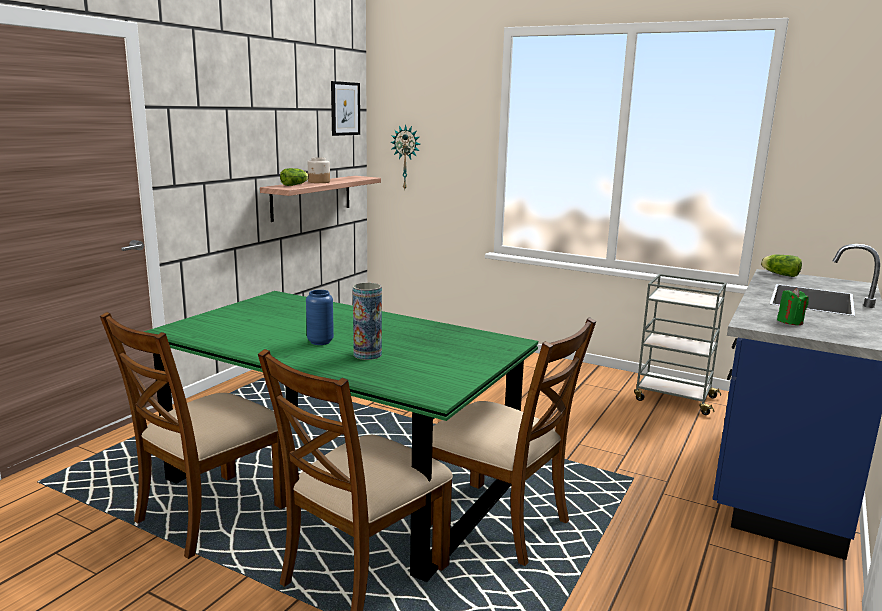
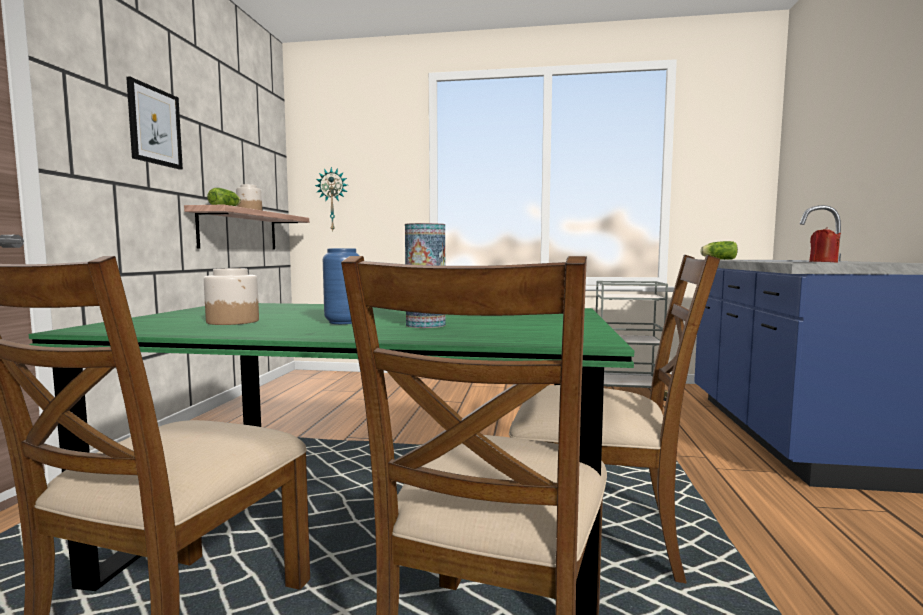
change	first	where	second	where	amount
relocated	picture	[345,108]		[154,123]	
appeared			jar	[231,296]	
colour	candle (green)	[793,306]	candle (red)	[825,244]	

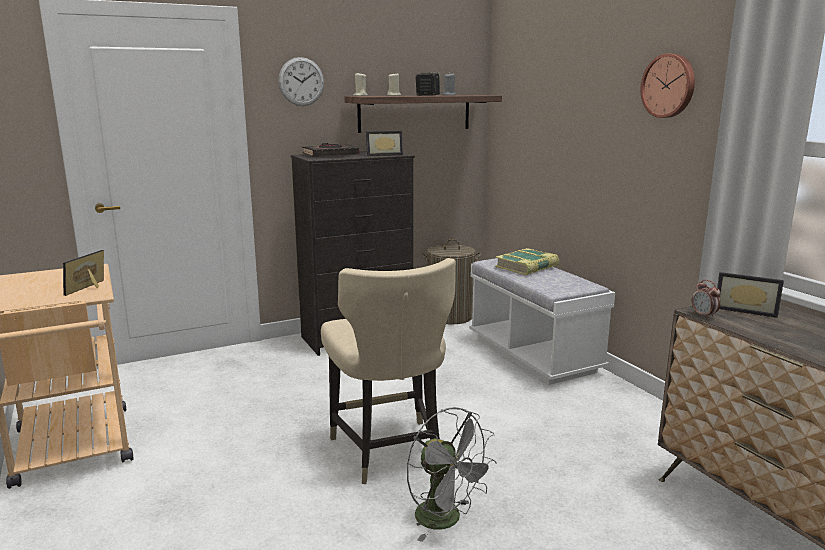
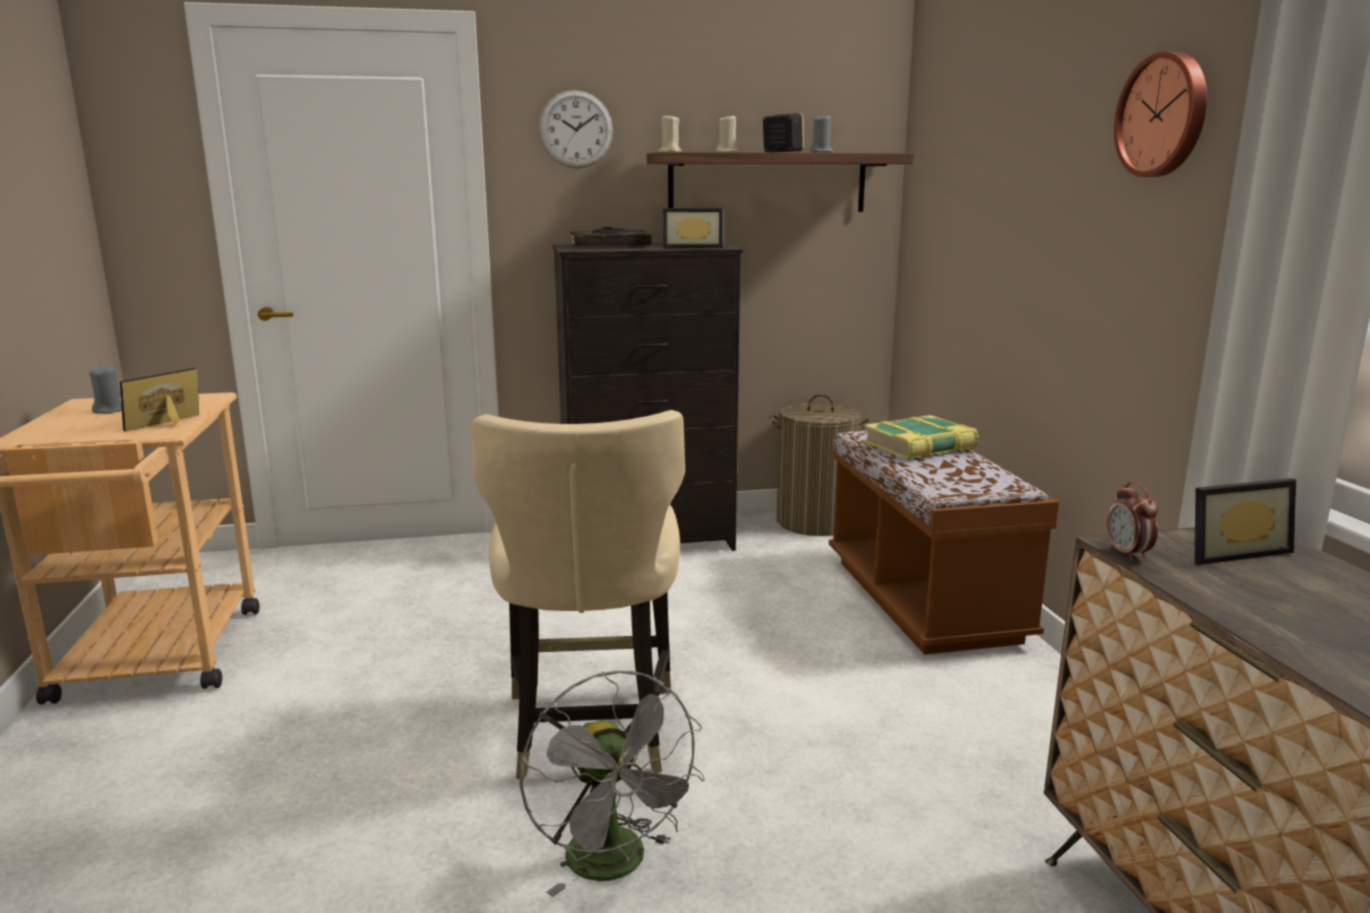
change	first	where	second	where	amount
appeared			candle (grey)	[105,389]	
colour	bench (white)	[542,321]	bench (brown)	[944,542]	
spun	picture frame	[750,295]		[1245,521]	60 degrees counterclockwise

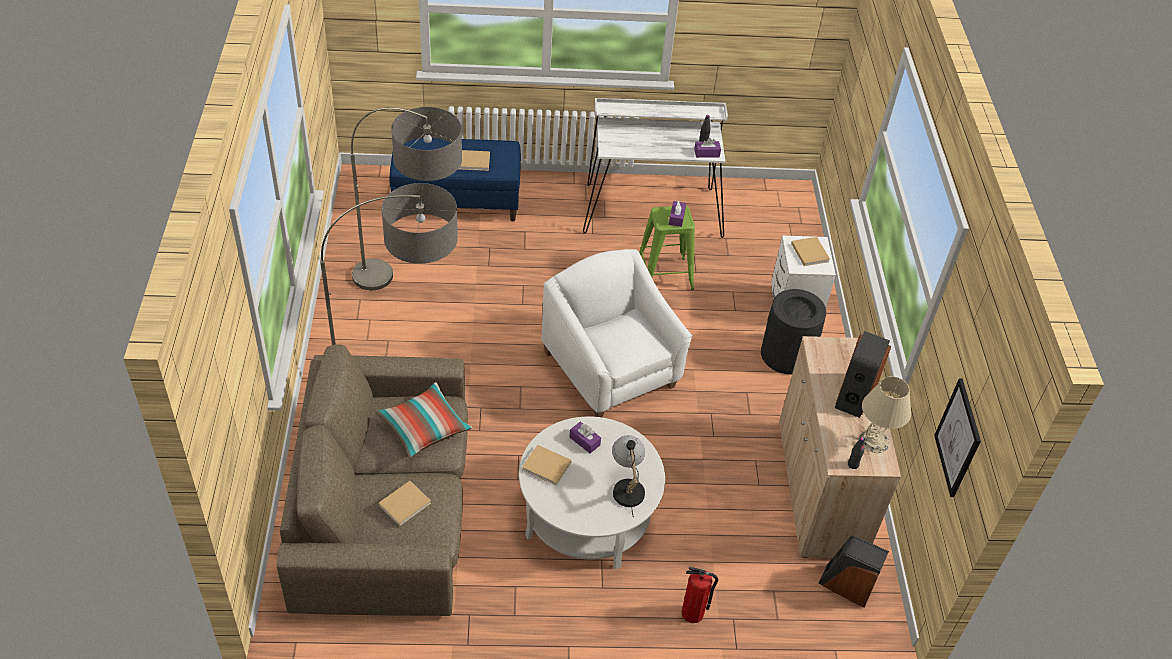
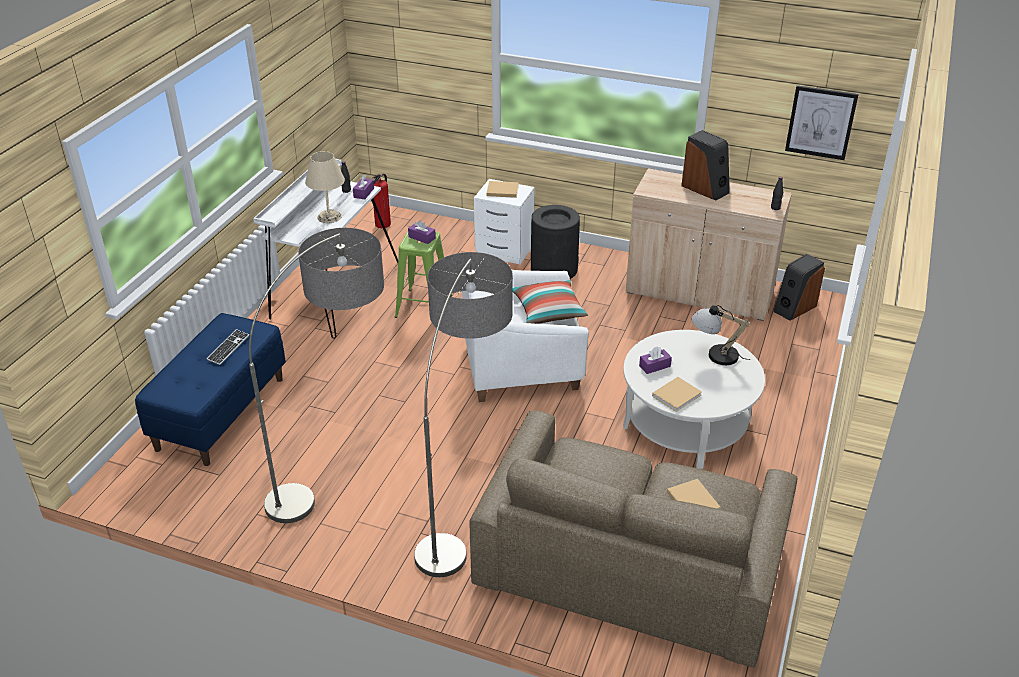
change	first	where	second	where	amount
exchanged	book (beige)	[474,160]	keyboard	[228,347]	
relocated	table lamp (beige)	[885,414]		[325,187]	
relocated	fire extinguisher	[700,595]		[381,200]	
relocated	pillow	[423,420]		[550,302]	

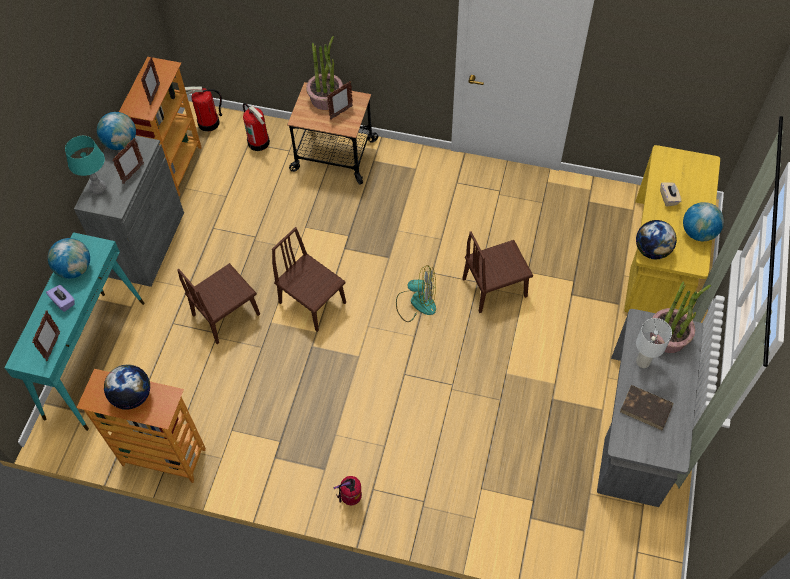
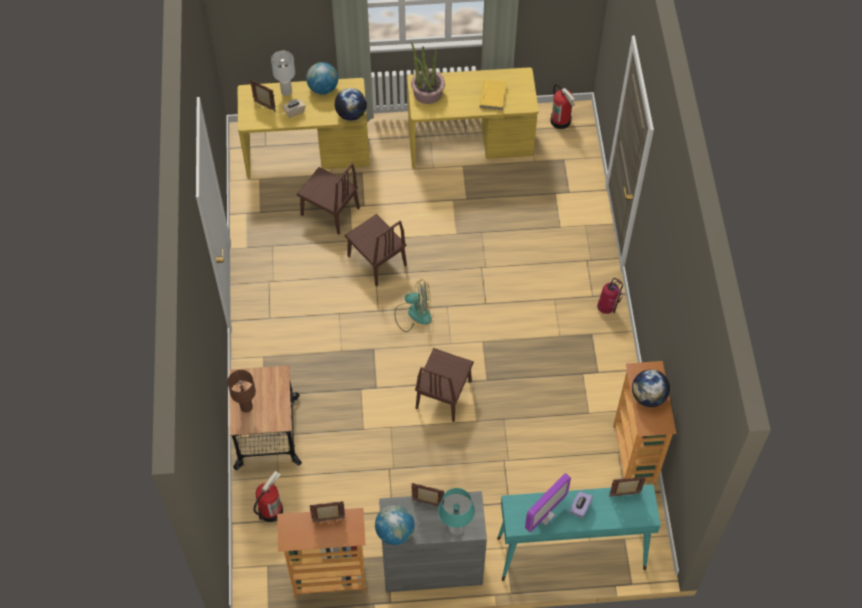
change	first	where	second	where	amount
exchanged	potted plant	[324,73]	table lamp (brown)	[241,391]	
relocated	picture frame	[340,100]		[263,95]	
relocated	table lamp (white)	[654,343]		[283,73]	
relocated	chair (brown)	[218,303]		[328,199]	
spun	fan	[416,293]		[413,305]	105 degrees clockwise
colour	desk (grey)	[650,408]	desk (yellow)	[473,118]	
colour	book (brown)	[647,407]	book (yellow)	[493,95]	
exchanged	globe	[69,258]	monitor	[548,502]	
relocated	fire extinguisher	[203,109]		[562,106]	

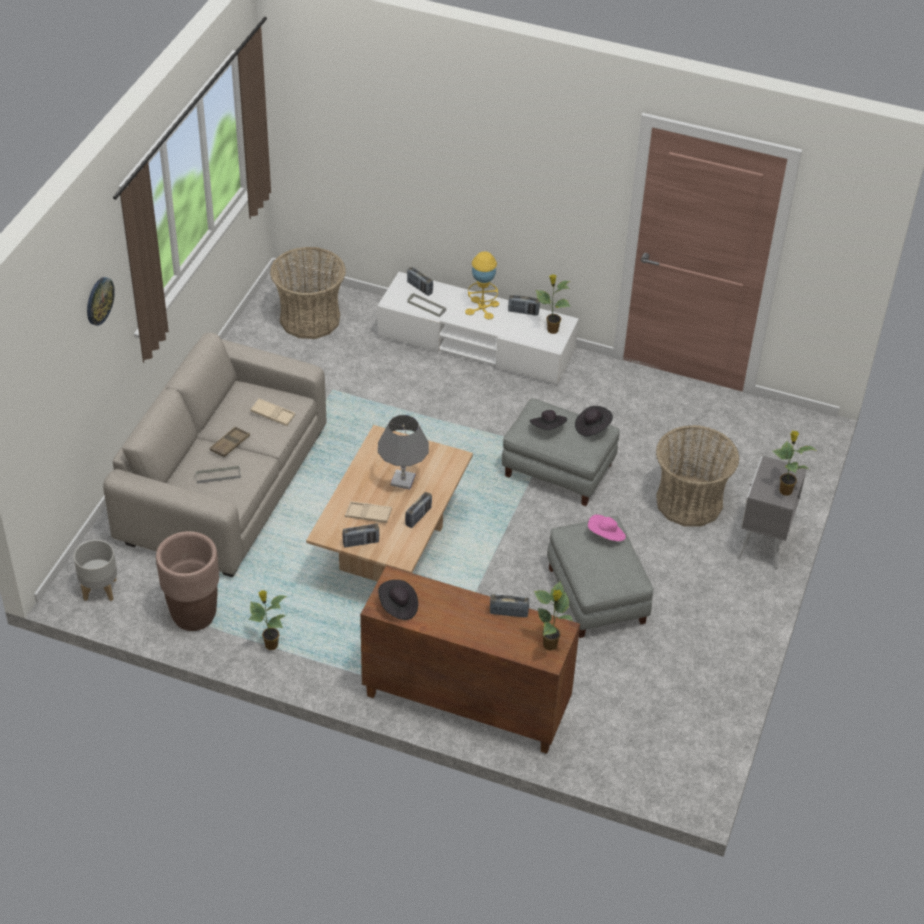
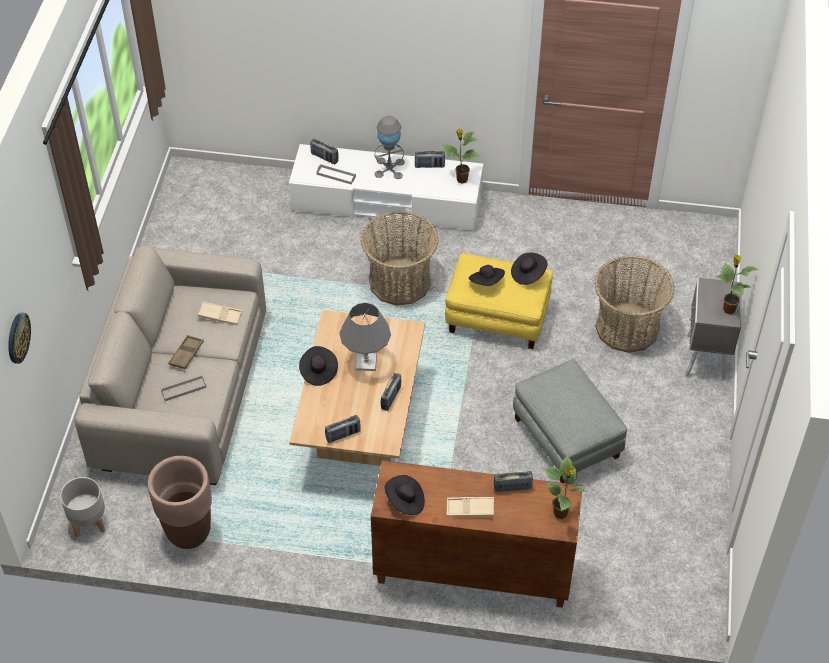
change	first	where	second	where	amount
relocated	wall clock	[101,301]		[19,338]	
appeared			hat (black)	[318,366]	
relocated	basket	[308,293]		[400,258]	
colour	table lamp (yellow)	[482,285]	table lamp (grey)	[389,147]	
colour	ottoman (grey)	[561,452]	ottoman (yellow)	[499,301]	
relocated	tray (beige)	[368,512]		[470,507]	
missing	potted plant	[267,620]			
missing	hat (pink)	[607,528]			

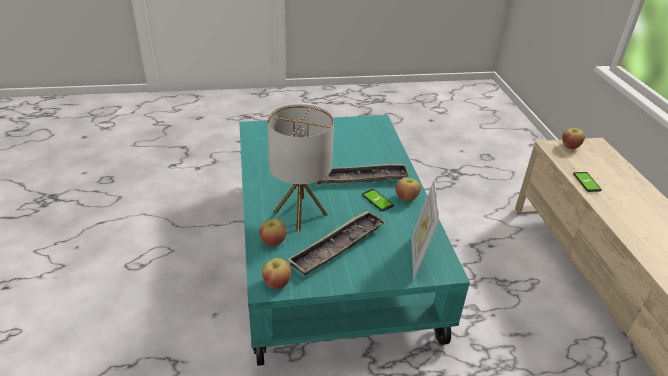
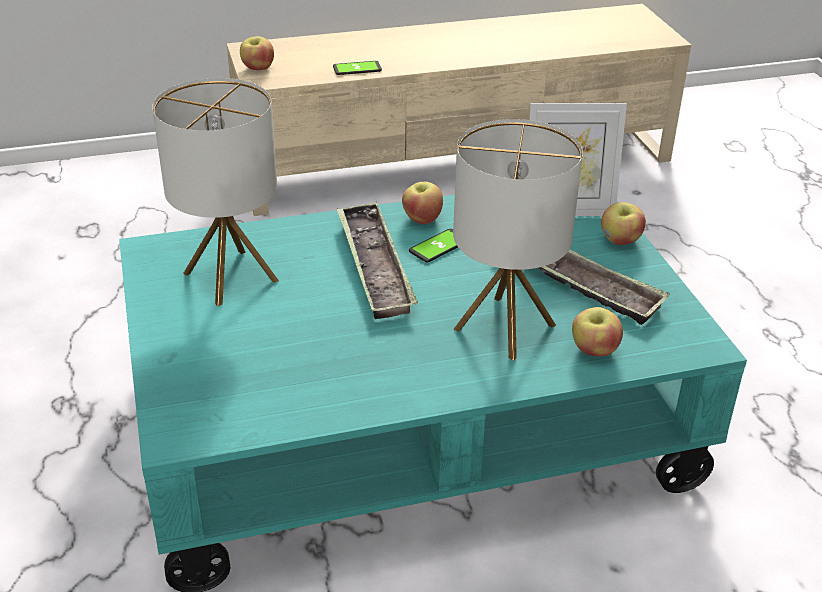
change	first	where	second	where	amount
appeared			table lamp	[215,192]	
relocated	apple	[276,273]		[623,223]	

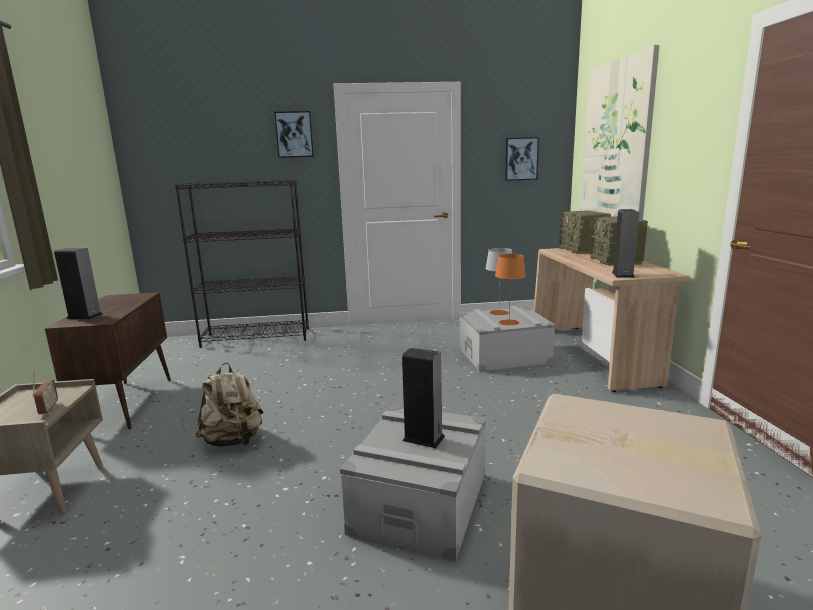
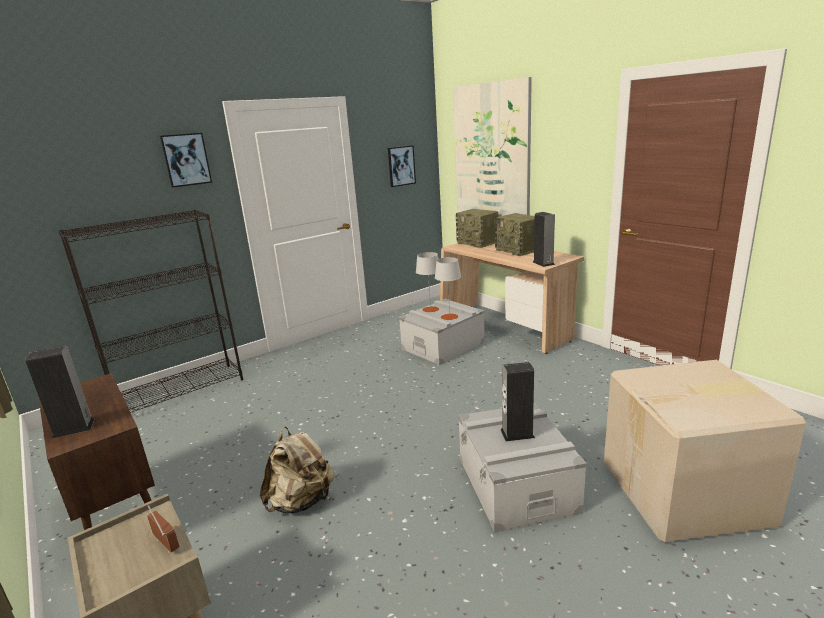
change	first	where	second	where	amount
colour	table lamp (orange)	[510,290]	table lamp (grey)	[448,288]	

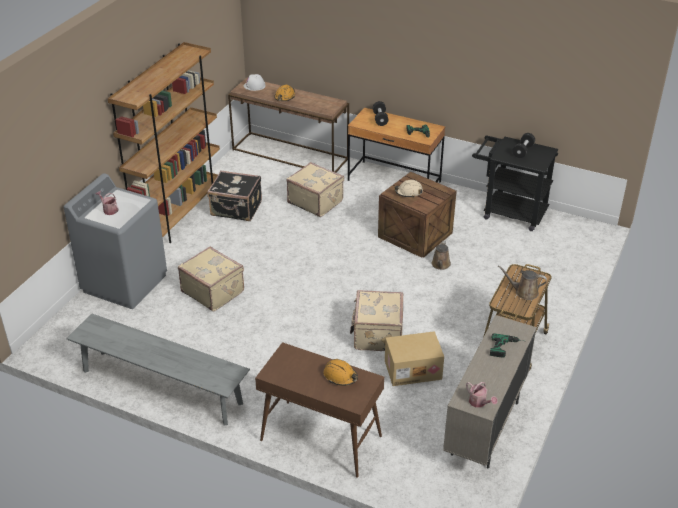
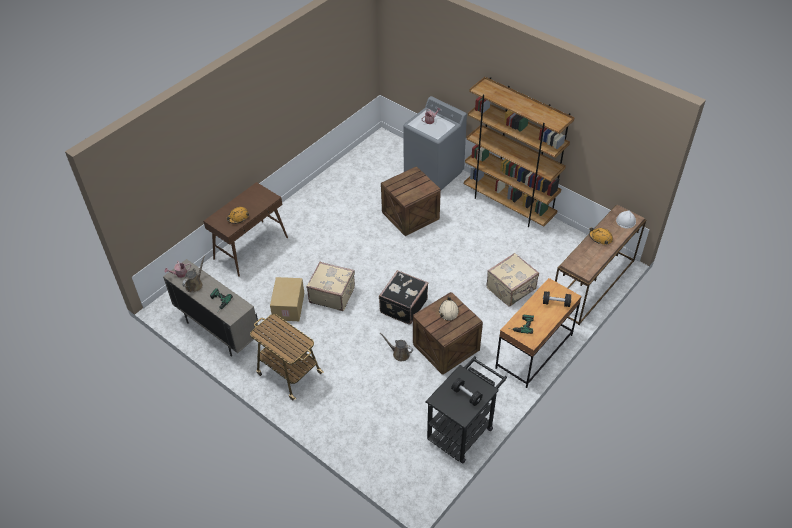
change	first	where	second	where	amount
relocated	watering can (brown)	[522,282]		[193,274]	
relocated	suitcase (black)	[234,195]		[403,297]	
exchanged	suitcase (beige)	[211,278]	crate	[411,201]	
missing	bench (grey)	[158,369]			

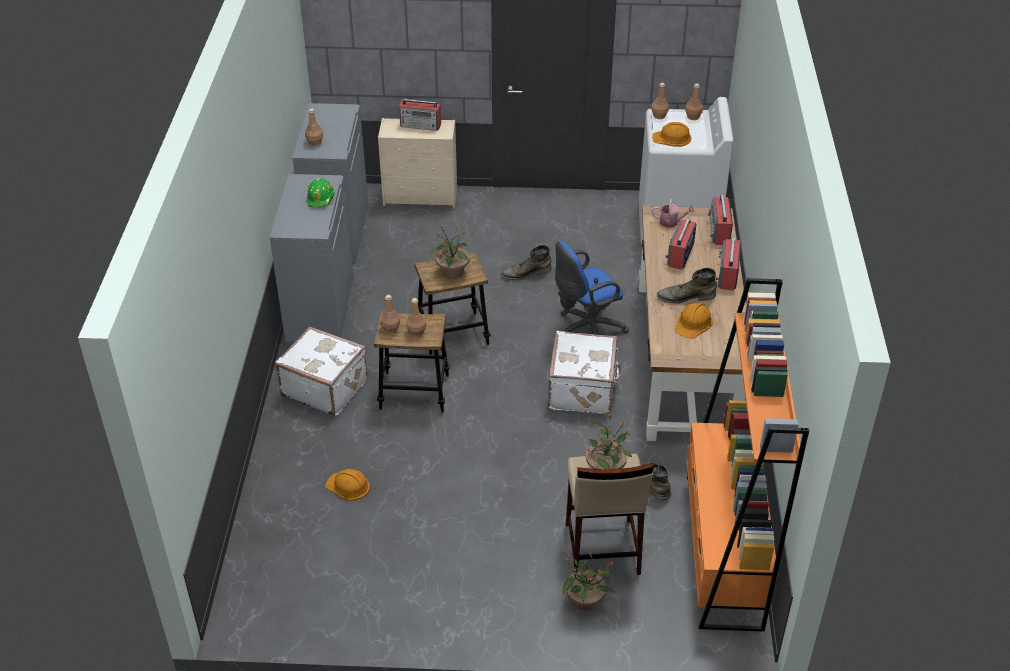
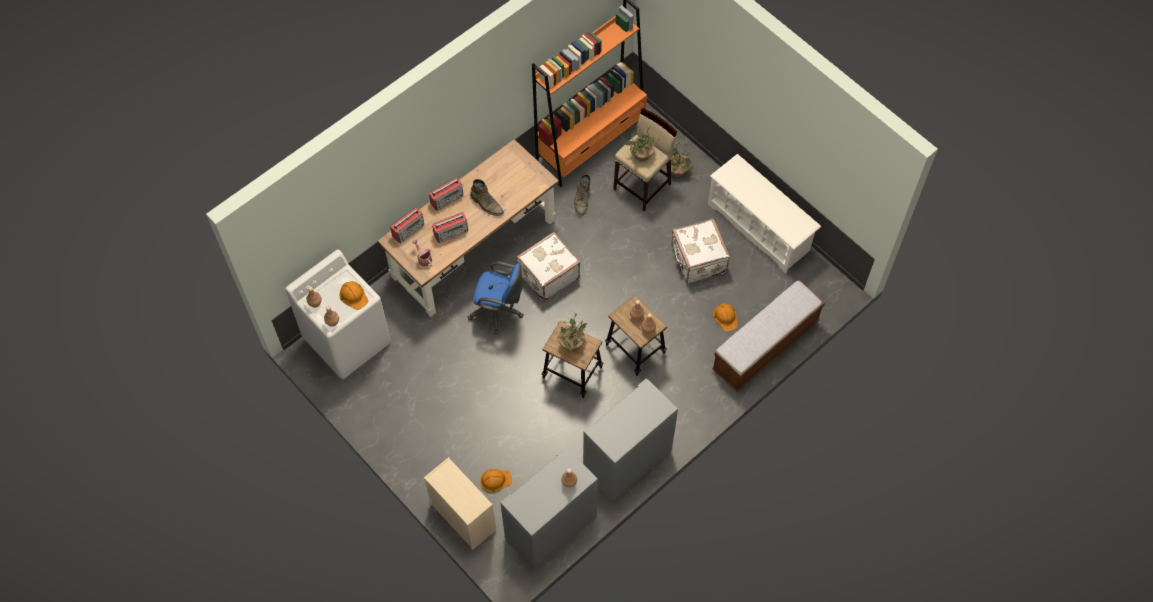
change	first	where	second	where	amount
relocated	hard hat (orange)	[694,321]		[496,481]	
relocated	suitcase (white)	[321,371]		[700,251]	
appeared			shoe rack (white)	[764,214]	
appeared			bench	[768,336]	
missing	hard hat (green)	[321,193]			
missing	radio	[420,115]			
missing	boot (green)	[526,262]			

